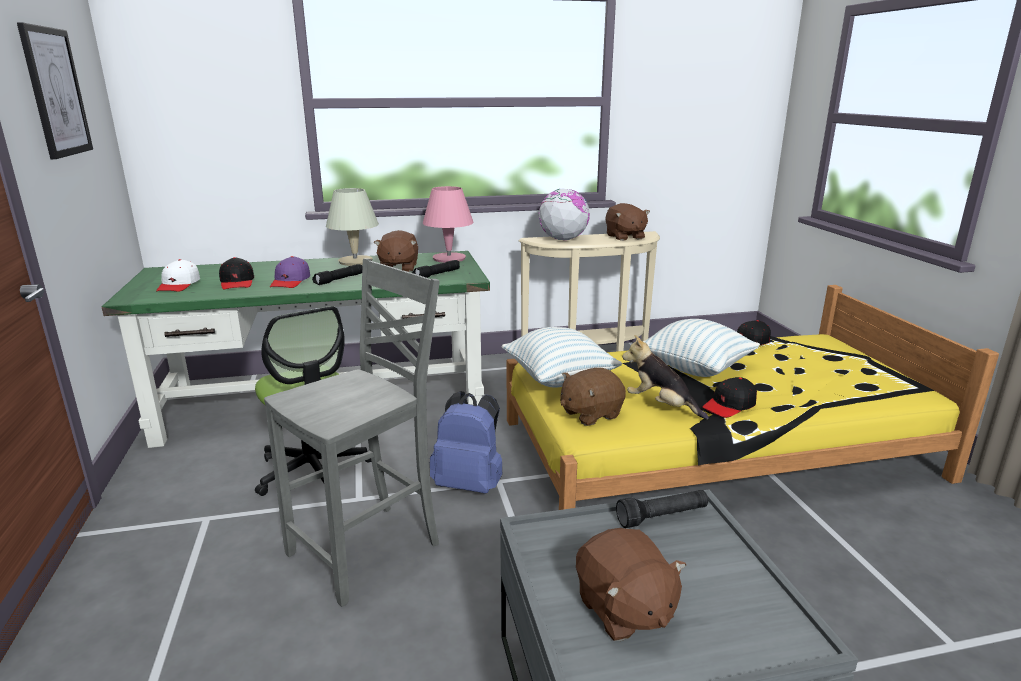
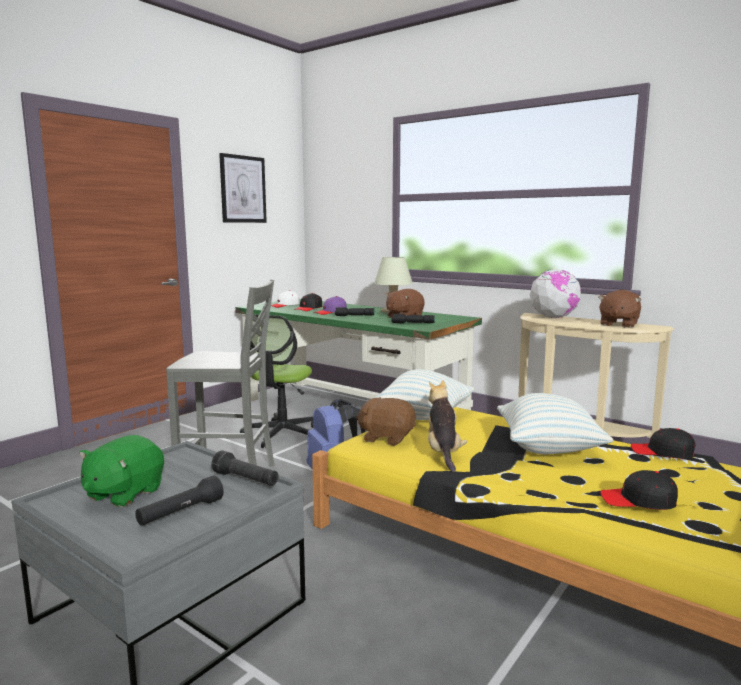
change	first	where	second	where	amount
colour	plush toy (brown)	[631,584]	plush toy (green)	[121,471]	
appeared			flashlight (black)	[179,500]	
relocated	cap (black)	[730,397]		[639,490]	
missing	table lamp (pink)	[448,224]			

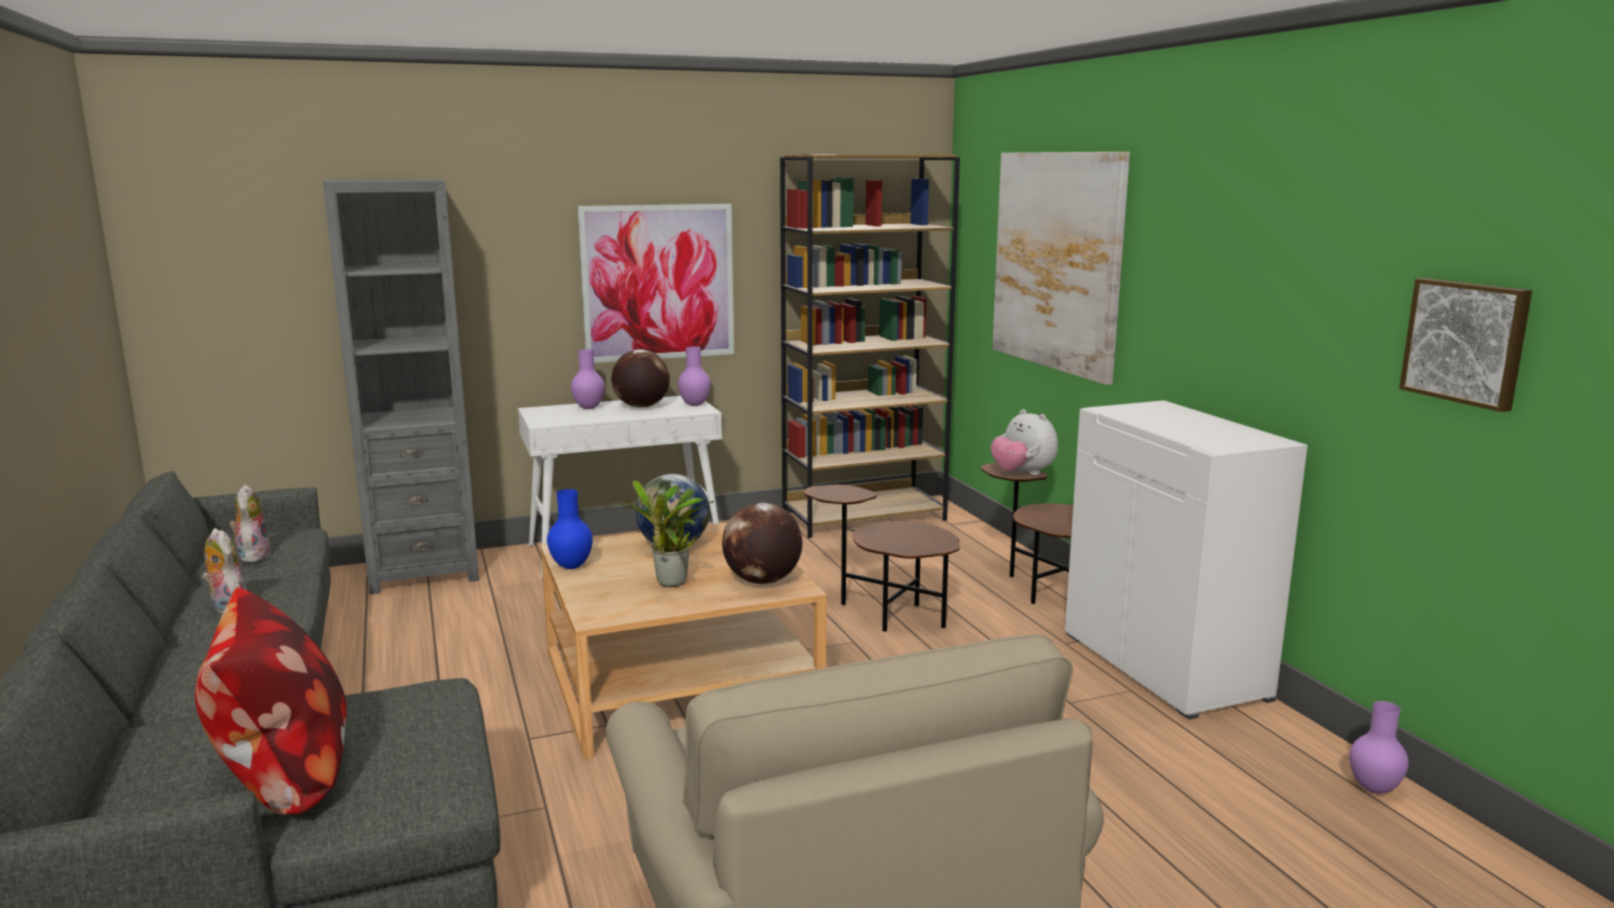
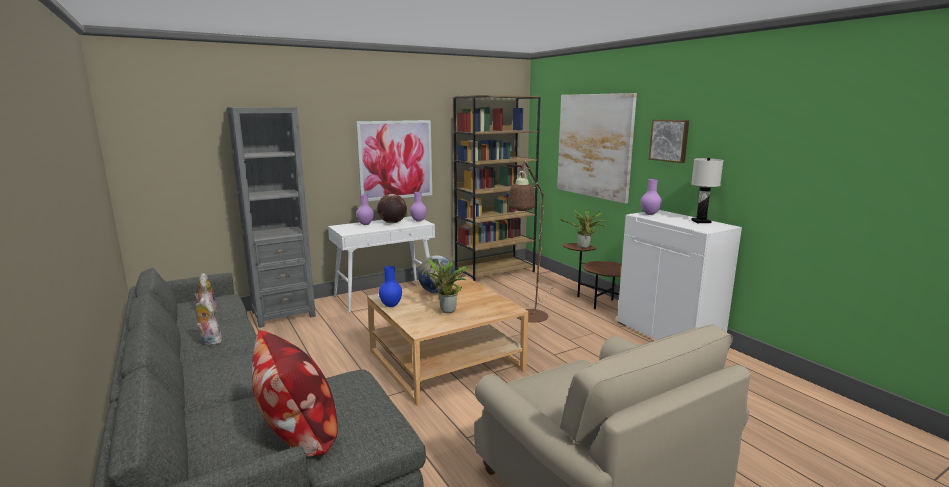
change	first	where	second	where	amount
exchanged	side table (brown)	[881,558]	floor lamp (brown)	[531,241]	
exchanged	plush toy	[1024,442]	potted plant	[584,229]	
relocated	vase (purple)	[1379,747]		[651,197]	
relocated	picture	[1465,345]		[669,141]	
appeared			table lamp (white)	[707,190]	
missing	globe	[762,543]			

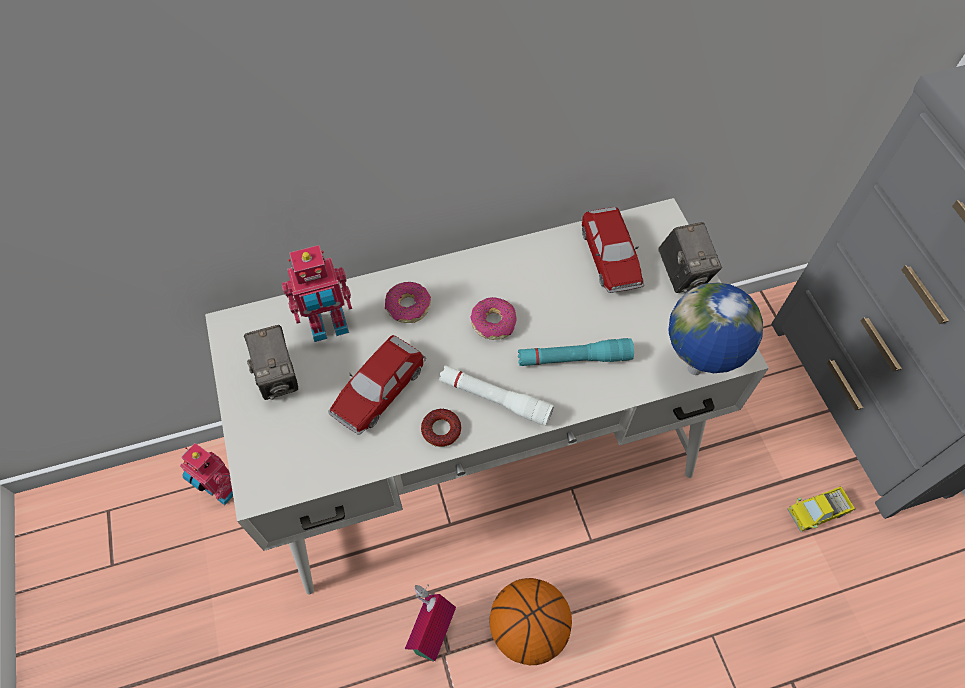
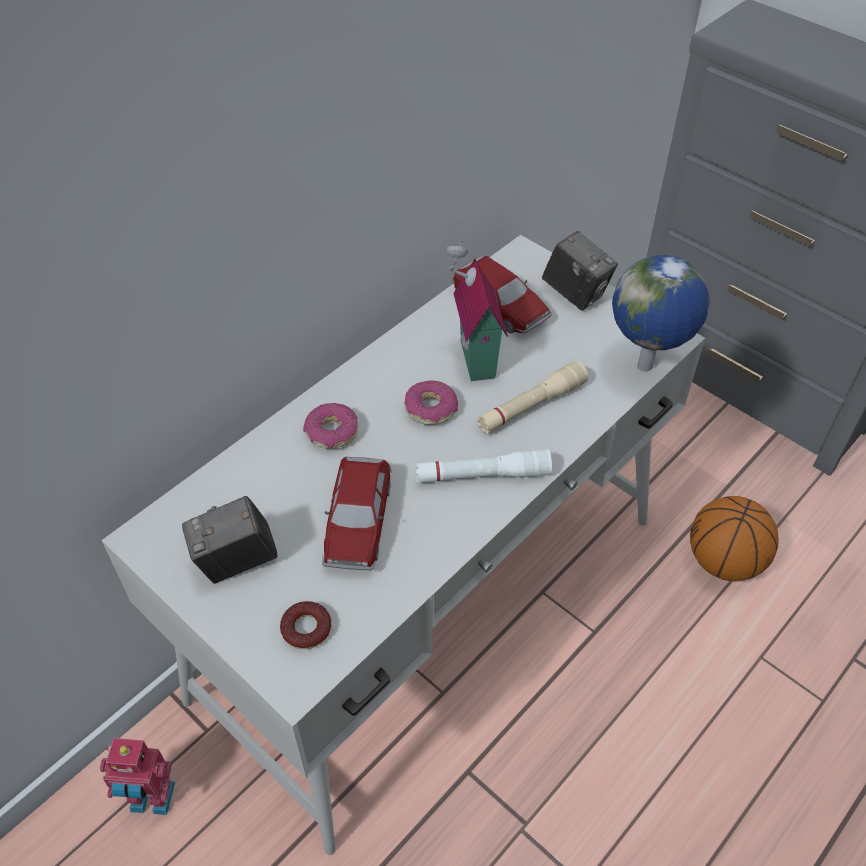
change	first	where	second	where	amount
spun	photo camera	[271,362]		[230,540]	120 degrees clockwise
relocated	donut	[441,428]		[305,625]	
relocated	toy house	[430,623]		[477,310]	
colour	flashlight (turquoise)	[576,352]	flashlight (beige)	[532,397]	
relocated	basketball	[530,621]		[734,538]	
missing	toy robot	[317,293]			
missing	toy truck	[821,509]			

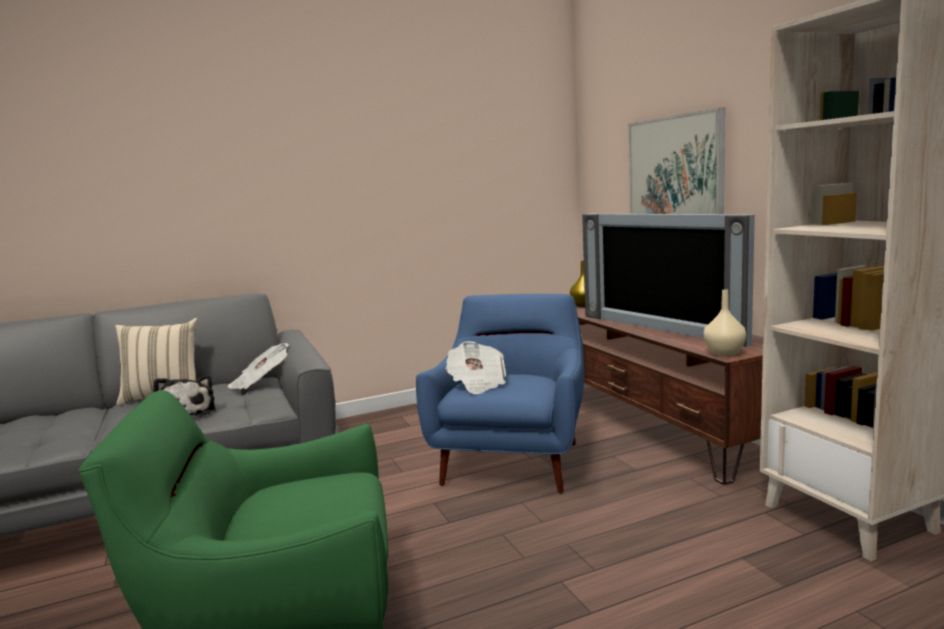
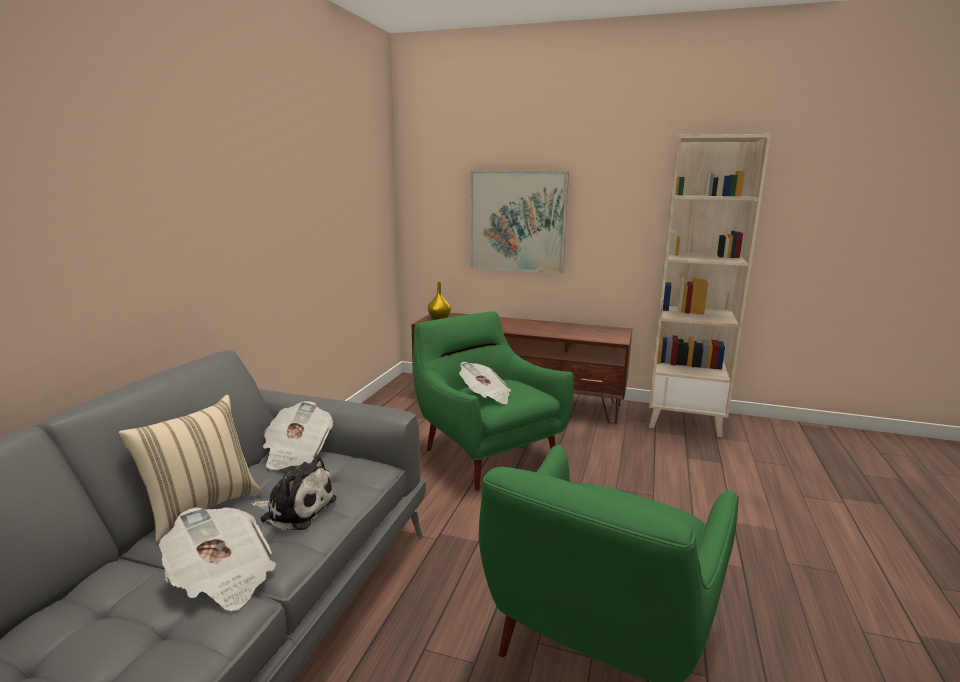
change	first	where	second	where	amount
appeared			newspaper	[217,559]	
colour	armchair (blue)	[500,393]	armchair (green)	[493,401]	
missing	television	[668,280]			
missing	vase (beige)	[725,322]			

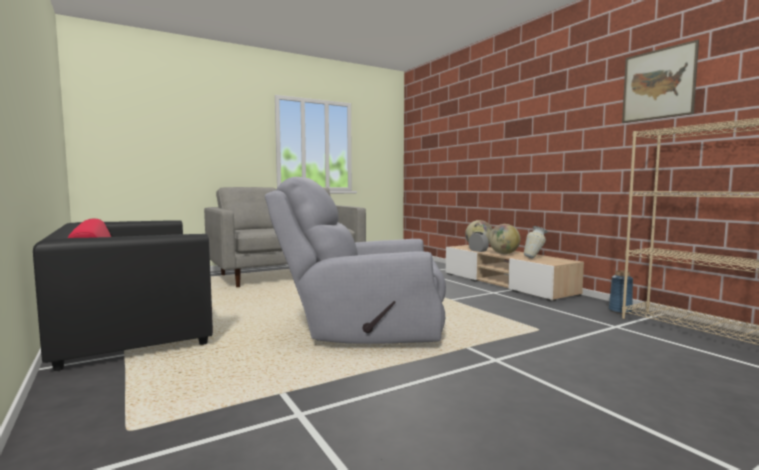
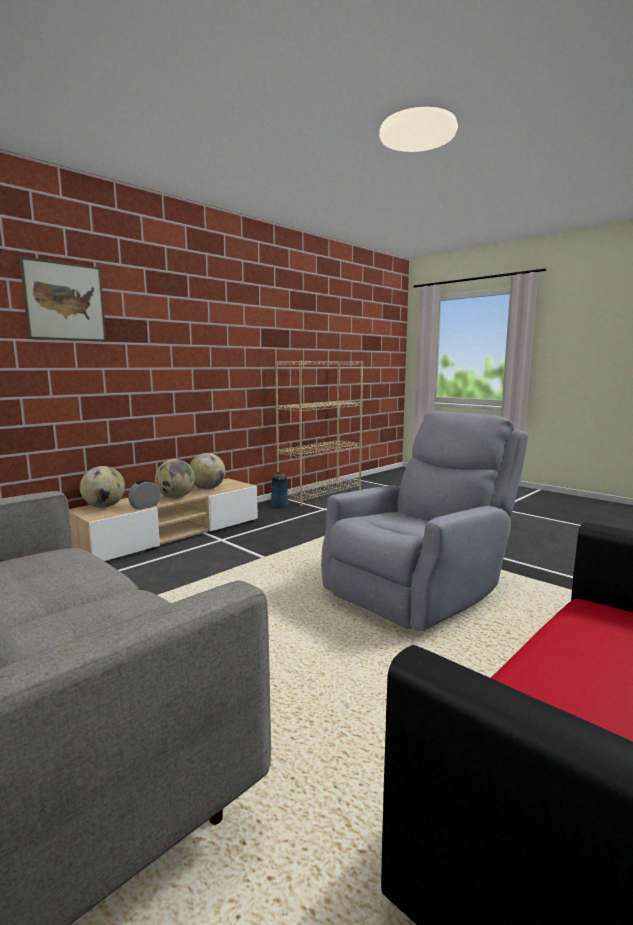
change	first	where	second	where	amount
relocated	picture	[660,81]		[63,299]	
exchanged	vase	[536,242]	globe	[207,471]	
spun	armchair (grey)	[355,260]		[424,521]	120 degrees counterclockwise

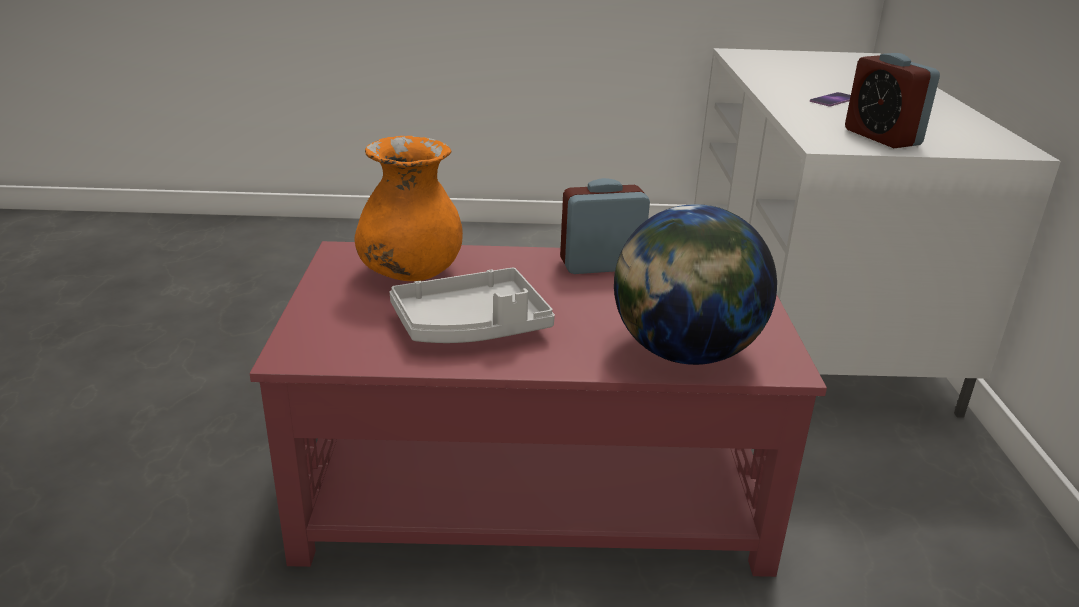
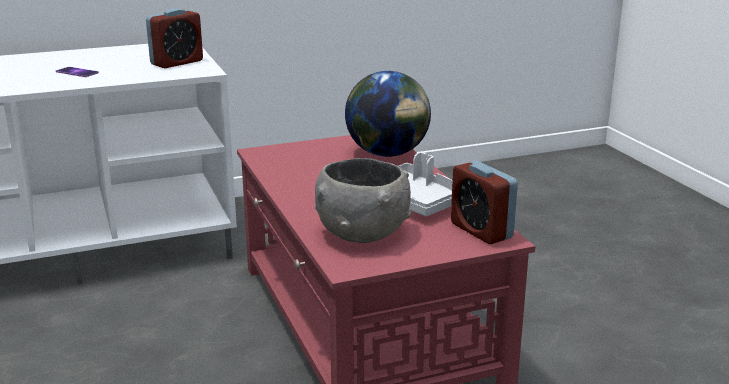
change	first	where	second	where	amount
exchanged	vase (orange)	[409,208]	bowl (grey)	[363,200]	
relocated	alarm clock	[605,226]		[484,202]	

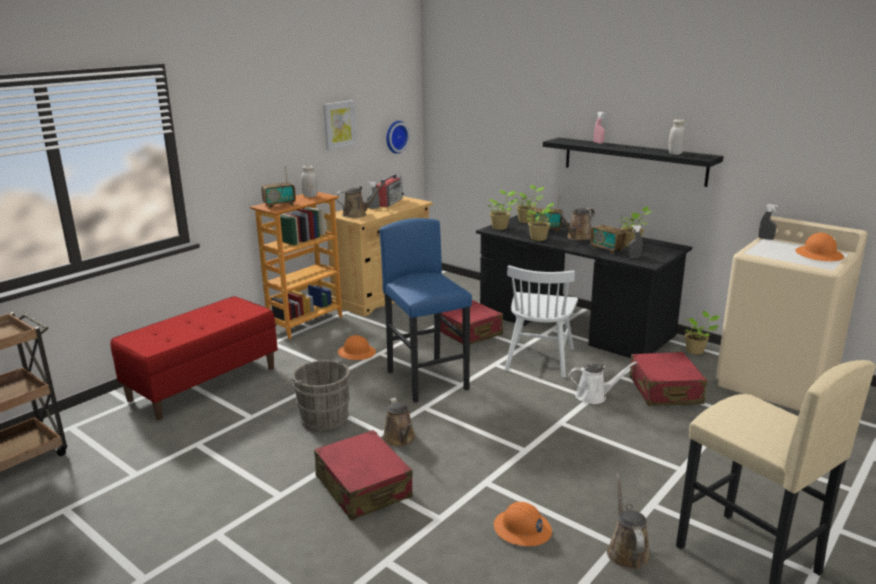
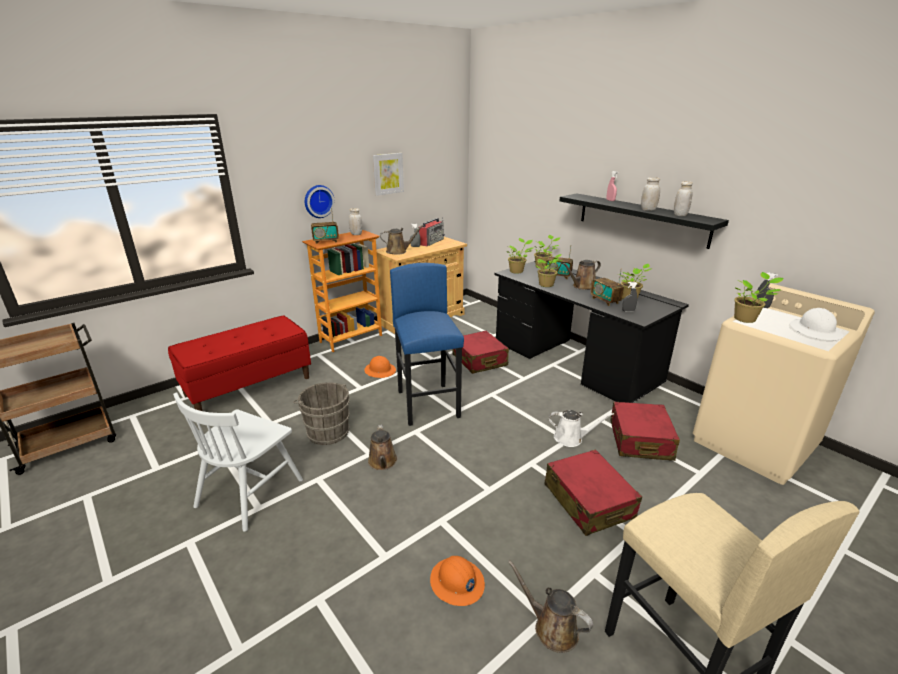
change	first	where	second	where	amount
relocated	chair (white)	[541,321]		[238,462]	
relocated	wall clock	[398,137]		[320,201]	
spun	watering can (brown)	[628,521]		[550,606]	60 degrees counterclockwise
relocated	suitcase (red)	[363,475]		[593,492]	
appeared			jar (white)	[650,194]	
relocated	potted plant	[702,332]		[758,297]	
colour	hard hat (orange)	[819,247]	hard hat (white)	[816,324]	

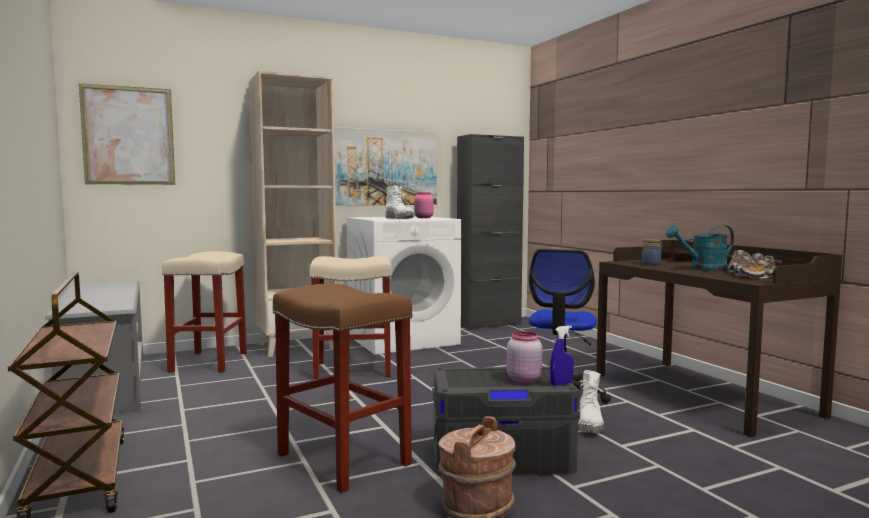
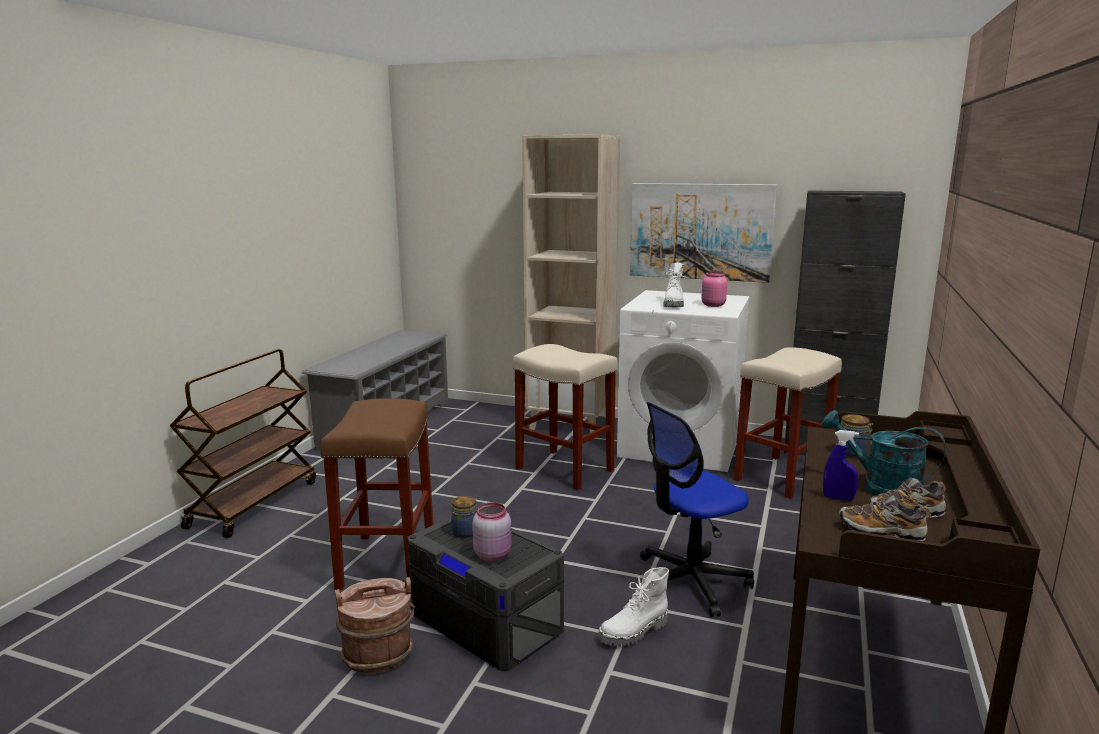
change	first	where	second	where	amount
appeared			jar	[464,517]	
relocated	stool (beige)	[204,312]		[788,423]	
relocated	spray bottle (blue)	[562,355]		[841,465]	
missing	picture	[127,134]			

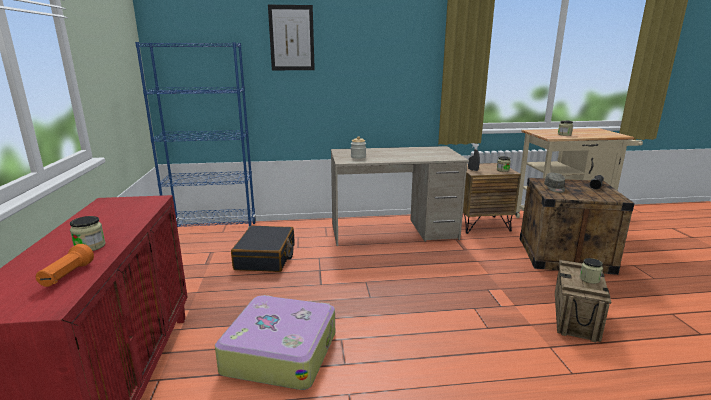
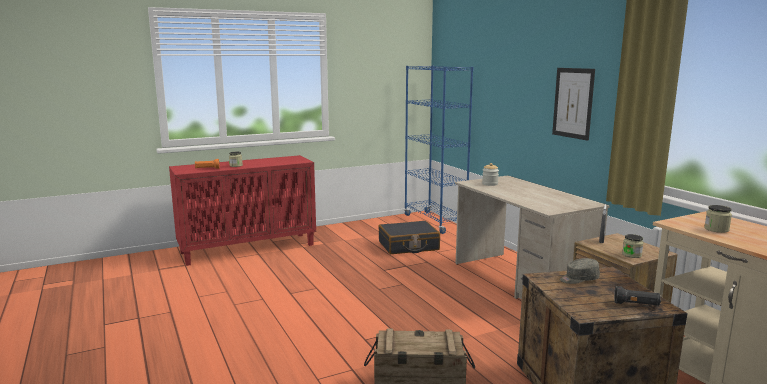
change	first	where	second	where	amount
relocated	picture	[291,37]		[573,104]	
missing	suitcase	[275,342]			
missing	jar	[591,271]			

